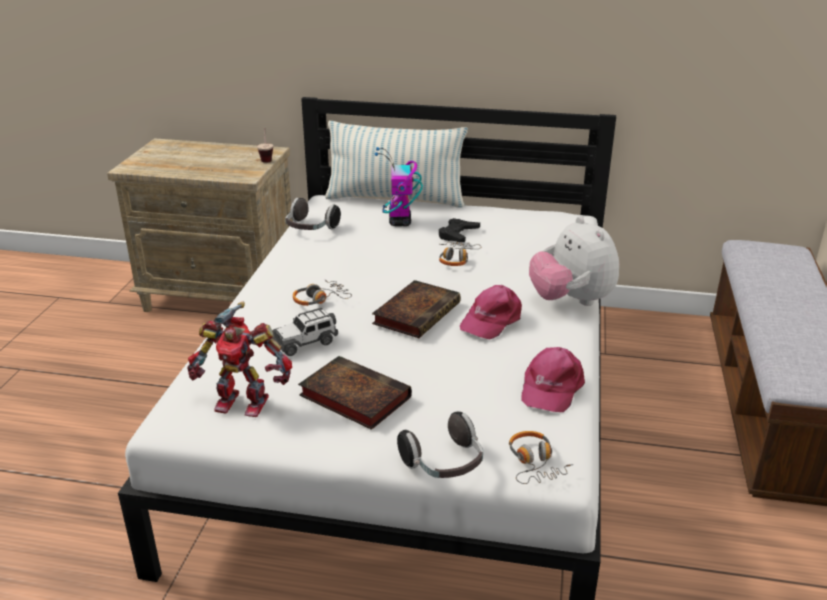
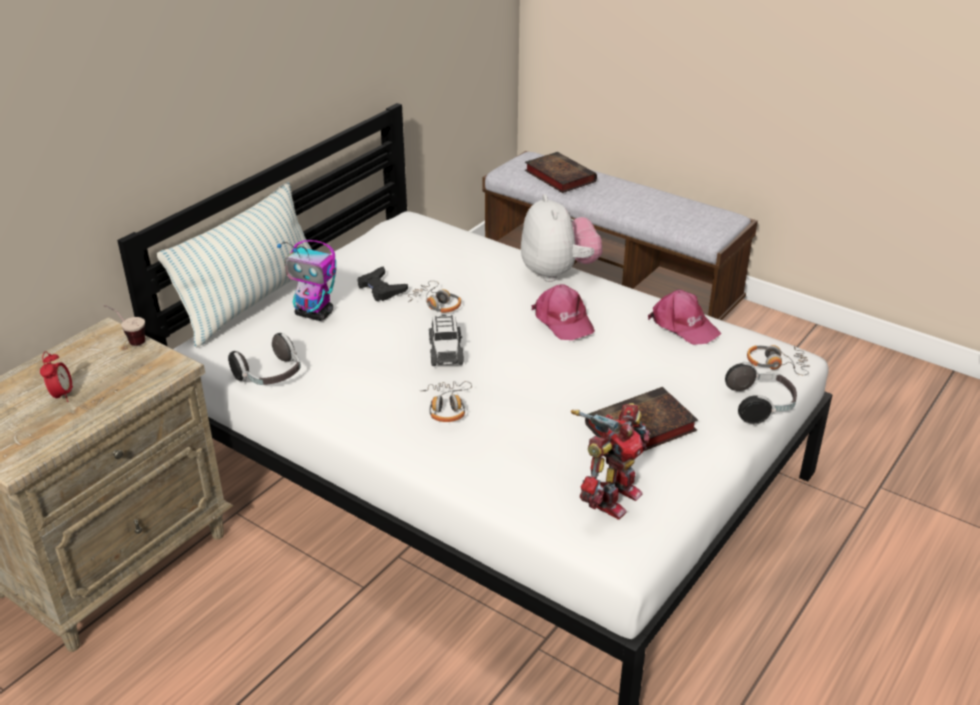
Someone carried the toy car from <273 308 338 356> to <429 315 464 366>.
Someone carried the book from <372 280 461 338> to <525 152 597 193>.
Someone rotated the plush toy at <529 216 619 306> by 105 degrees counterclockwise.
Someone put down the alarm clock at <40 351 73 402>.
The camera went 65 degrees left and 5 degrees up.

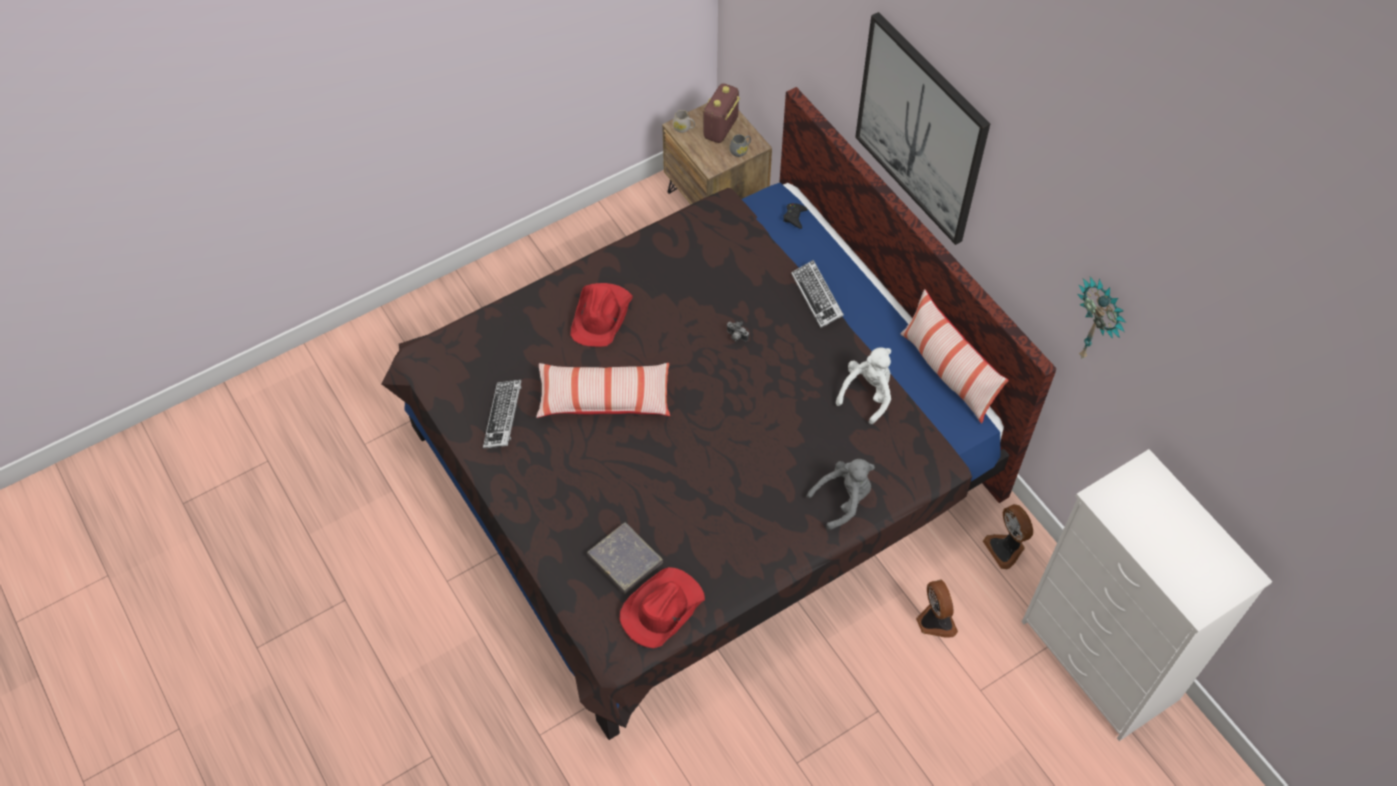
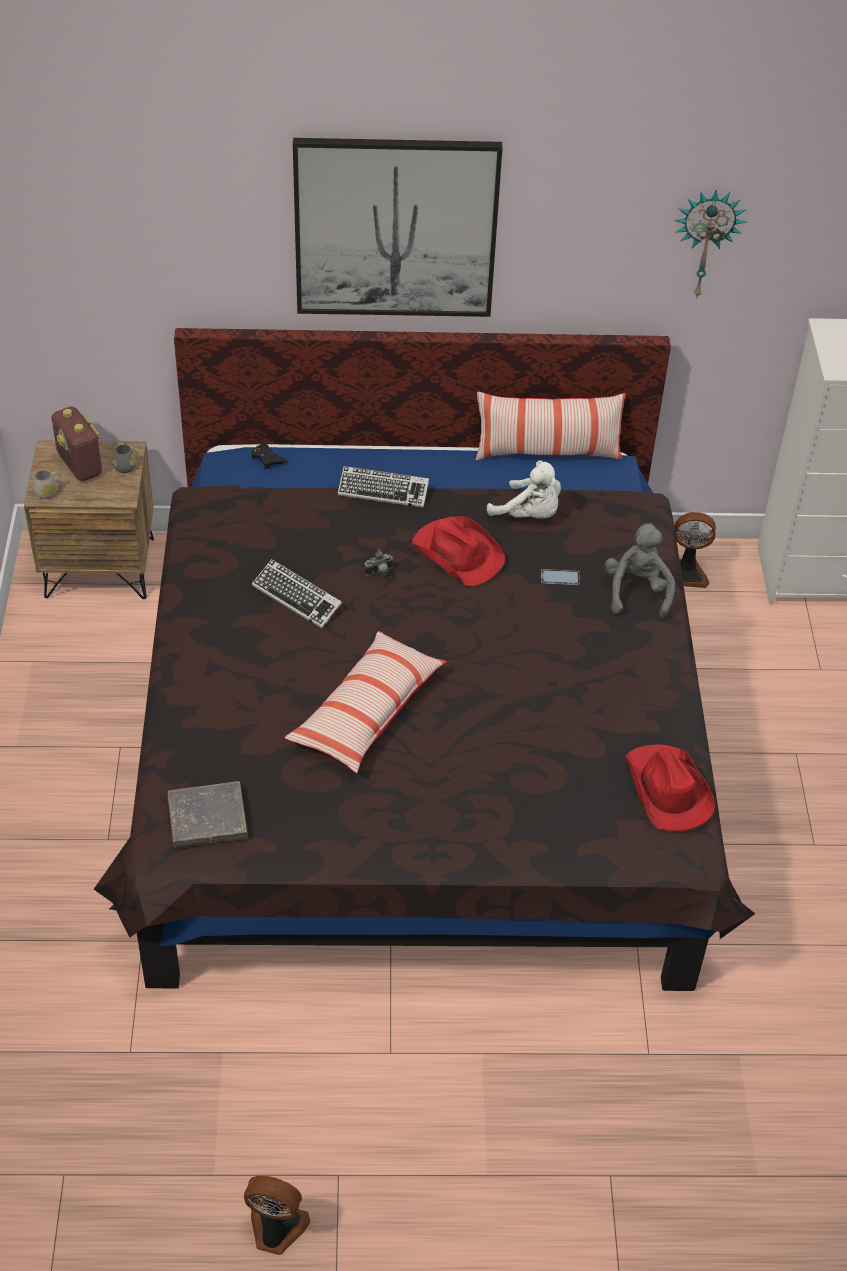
Someone carried the keyboard from <483 380 522 449> to <252 559 342 629>.
Someone carried the red hat from <570 283 633 347> to <412 516 505 587>.
Someone carried the grey book from <587 522 663 594> to <168 781 248 848>.
Someone rotated the white plush toy at <836 347 891 424> by 150 degrees clockwise.
Someone carried the fan from <916 579 958 637> to <244 1176 310 1255>.
Someone put down the phone at <541 569 580 585>.
The camera went 60 degrees left and 10 degrees down.

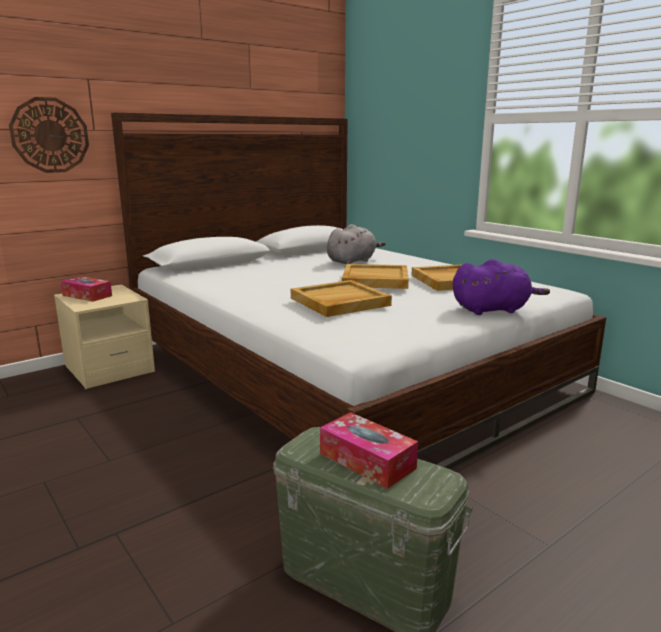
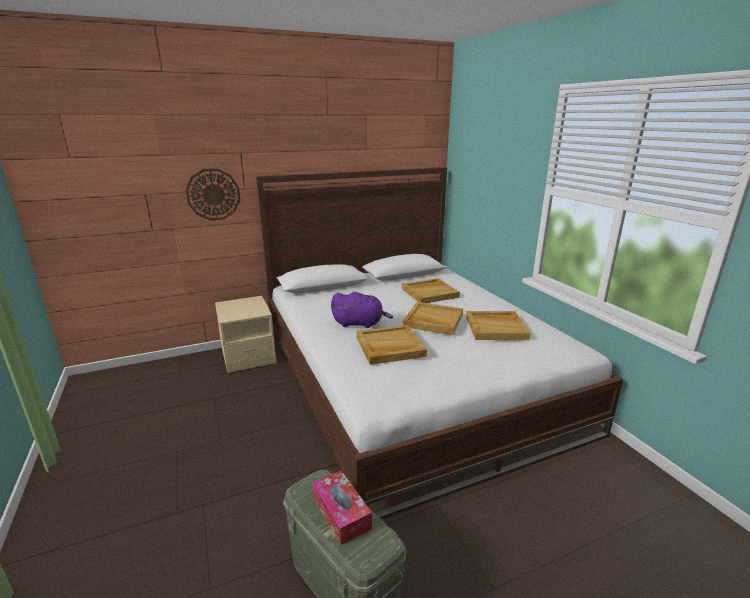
Someone took away the tissue box at <61 276 112 302>.
Someone swapped the grey plush toy at <327 224 385 265> for the beige tray at <402 278 460 303>.
Someone carried the purple plush toy from <453 259 550 315> to <331 292 393 328>.
The camera went 15 degrees right and 5 degrees up.

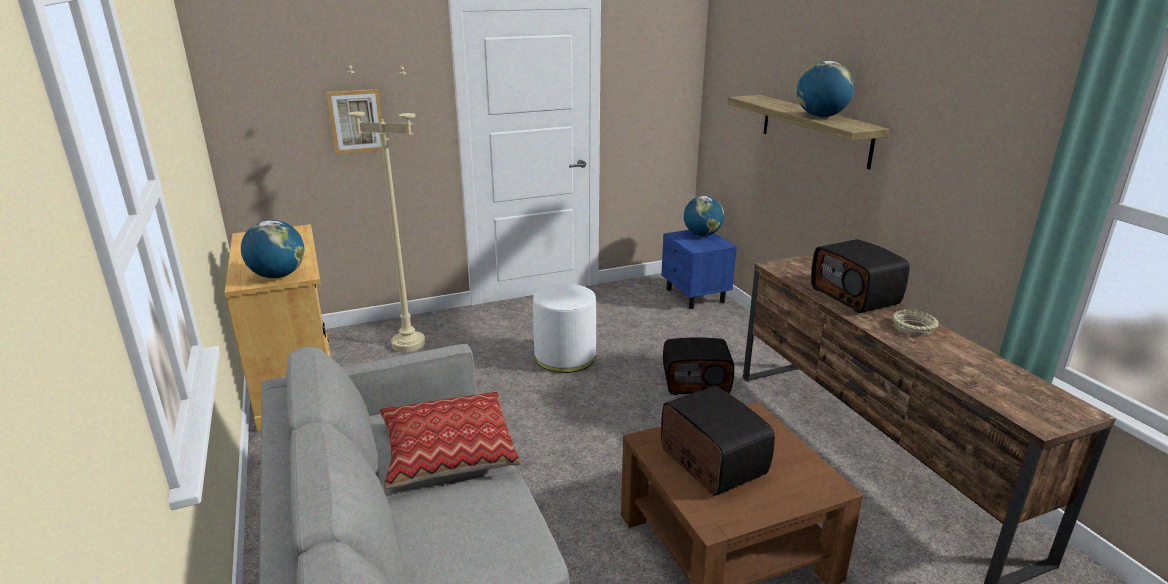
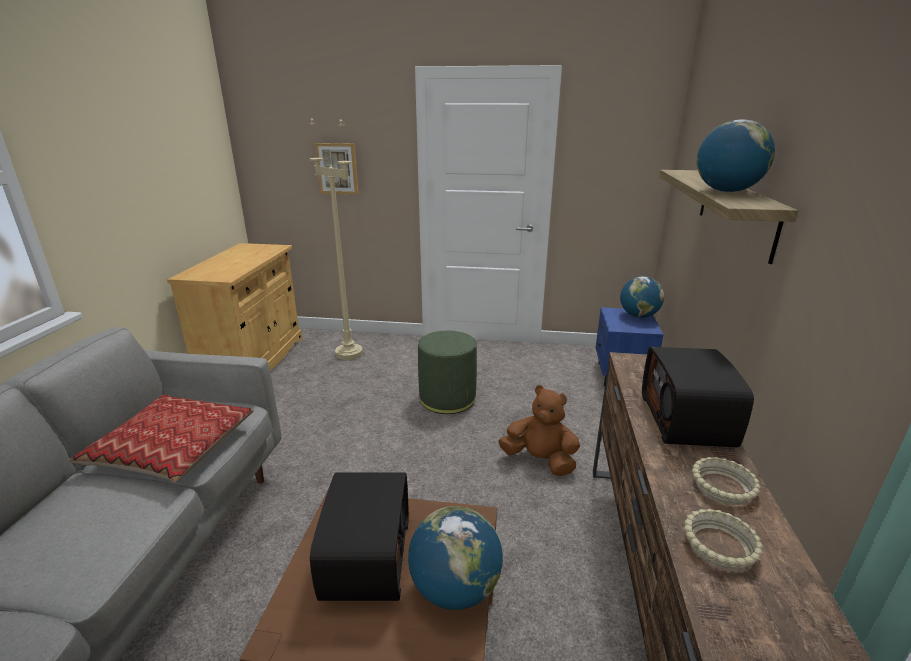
Someone carried the globe from <241 220 304 278> to <408 506 503 610>.
Someone repainted the white ottoman at <533 284 596 373>, which became the green ottoman at <418 331 477 414>.
Someone swapped the radio at <663 337 734 395> for the brown plush toy at <498 385 580 476>.
Someone put down the beige bowl at <684 509 763 570>.
The camera went 30 degrees right and 0 degrees up.

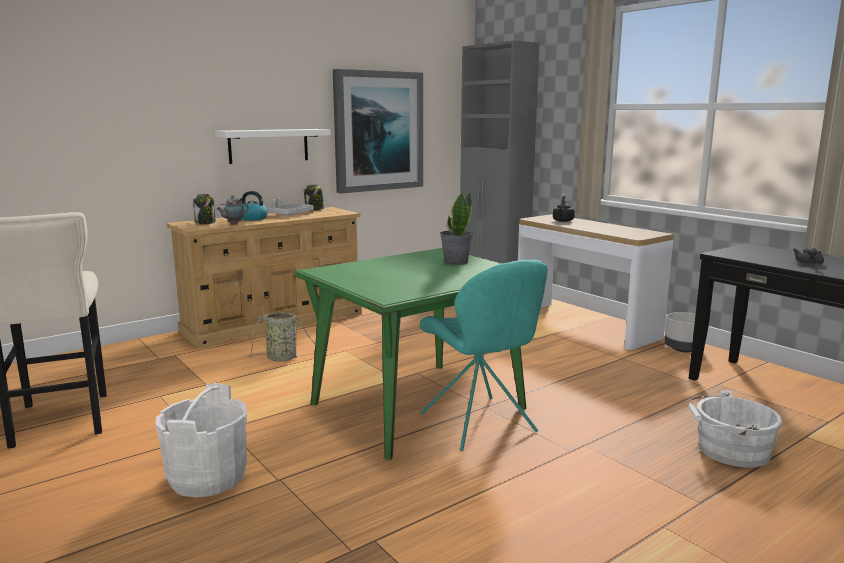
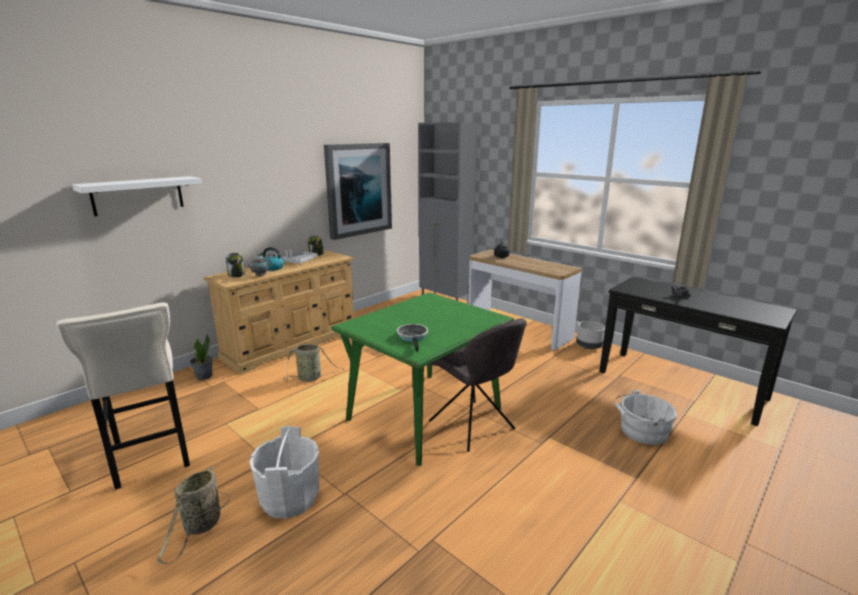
Someone carried the white shelf from <215 129 331 164> to <72 176 202 216>.
Someone repainted the turquoise chair at <420 260 548 451>, which became the grey chair at <429 318 527 452>.
Someone carried the potted plant from <440 192 473 265> to <190 334 213 380>.
Someone put down the basket at <157 465 230 564>.
Someone put down the frying pan at <397 324 428 352>.
The camera went 10 degrees left and 5 degrees up.

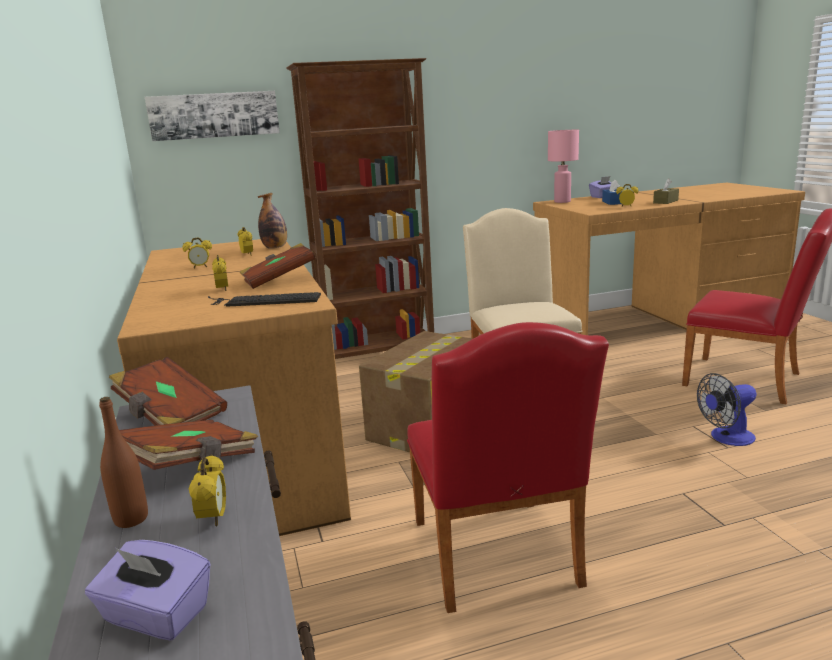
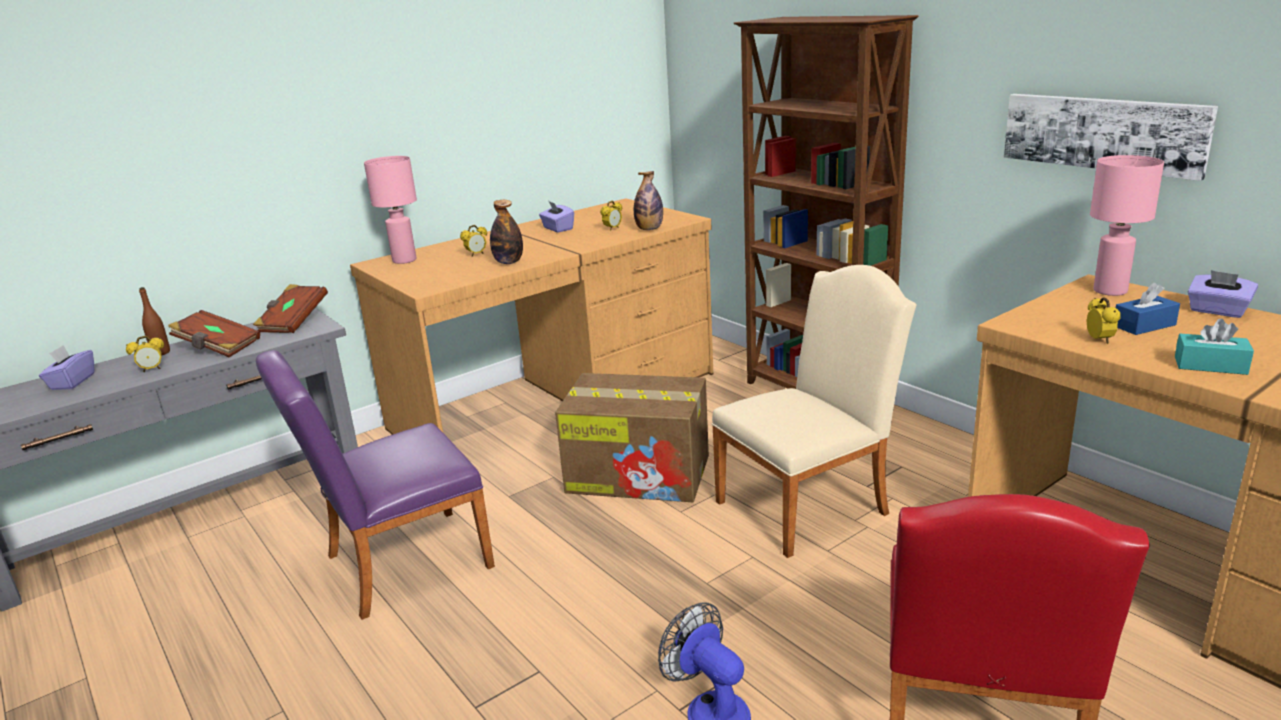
Someone carried the picture from <145 91 280 141> to <1004 94 1218 181>.
Someone swapped the alarm clock at <182 237 212 268> for the purple tissue box at <539 201 574 233>.
Someone took away the keyboard at <208 292 321 307>.
Someone swapped the brown book at <240 243 316 289> for the bottle at <490 200 523 264>.
Someone repainted the red chair at <407 322 609 613>, which became the purple chair at <256 350 495 620>.
Someone repainted the brown tissue box at <653 178 679 204>, which became the turquoise tissue box at <1175 319 1254 375>.
Someone put down the pink table lamp at <364 156 417 264>.
The camera went 70 degrees right and 5 degrees up.

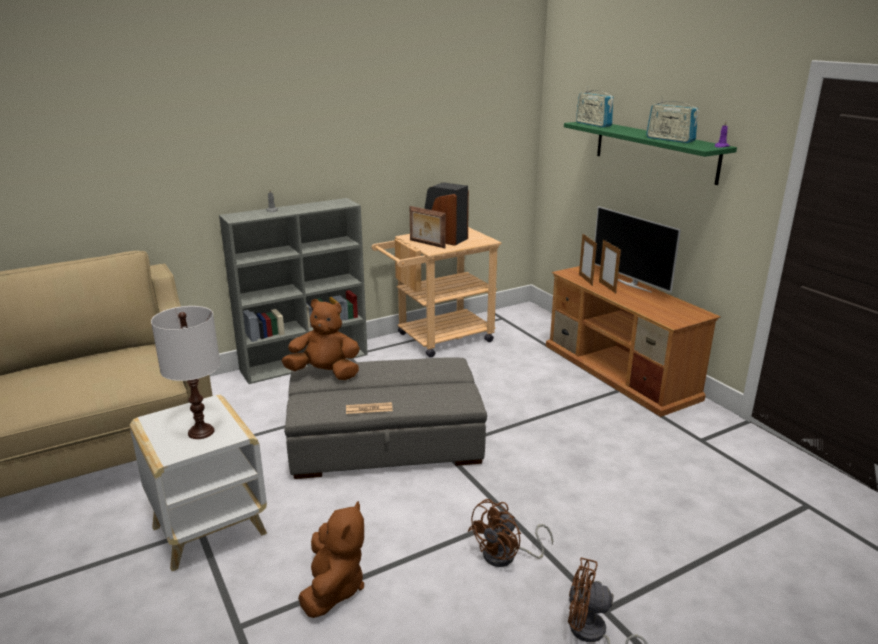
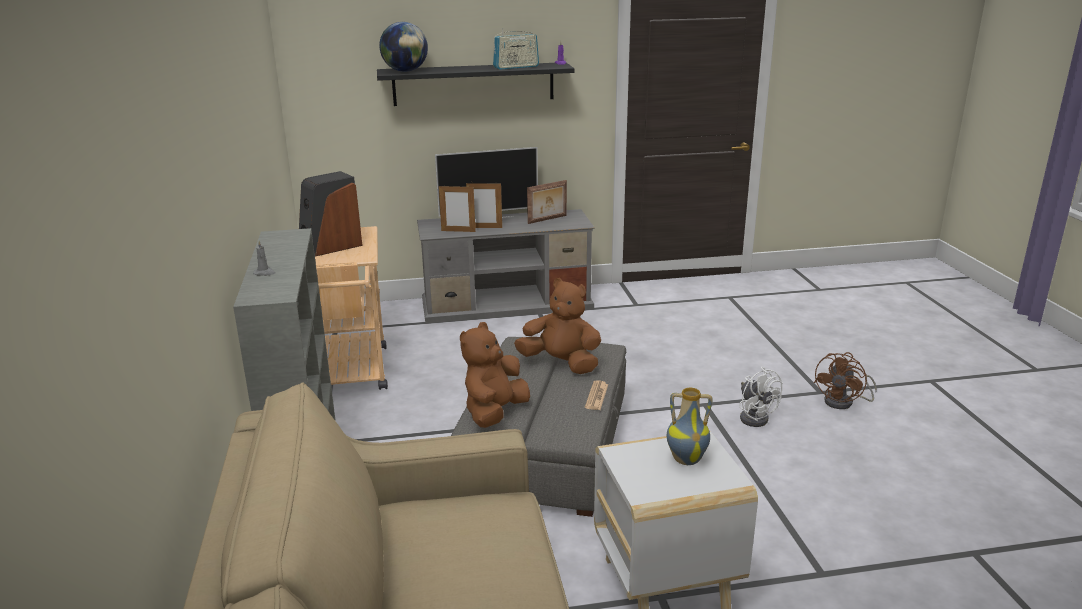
Someone swapped the white table lamp at <151 306 220 439> for the vase at <667 388 712 465>.
Someone carried the brown plush toy from <298 501 364 618> to <514 278 601 374>.
Someone carried the picture frame from <410 206 446 248> to <527 180 567 224>.
Someone repainted the brown fan at <468 499 553 567>, which became the white fan at <739 367 783 427>.
Someone repainted the brown tv stand at <546 265 720 417>, which became the grey tv stand at <417 209 595 324>.
Someone repainted the green shelf at <564 122 737 185>, which became the black shelf at <377 63 575 106>.
Someone swapped the radio at <576 86 614 127> for the globe at <379 22 428 72>.
The camera went 70 degrees left and 0 degrees up.

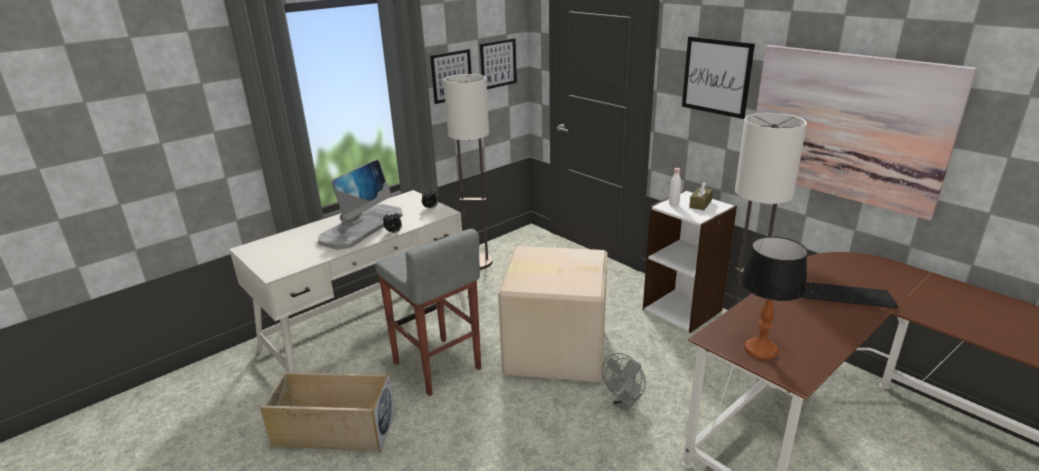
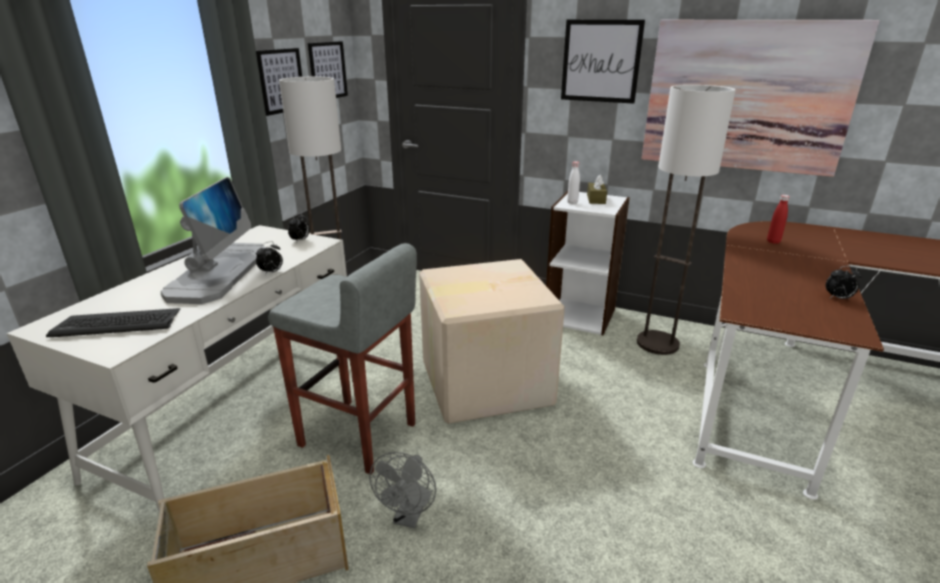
Someone carried the grey fan from <602 353 646 411> to <369 452 436 528>.
Someone took away the table lamp at <740 237 807 359>.
Someone carried the keyboard from <803 282 898 308> to <46 308 180 337>.
Someone put down the red bottle at <767 195 790 244>.
Someone put down the alarm clock at <826 266 862 300>.
The camera went 25 degrees left and 0 degrees up.

